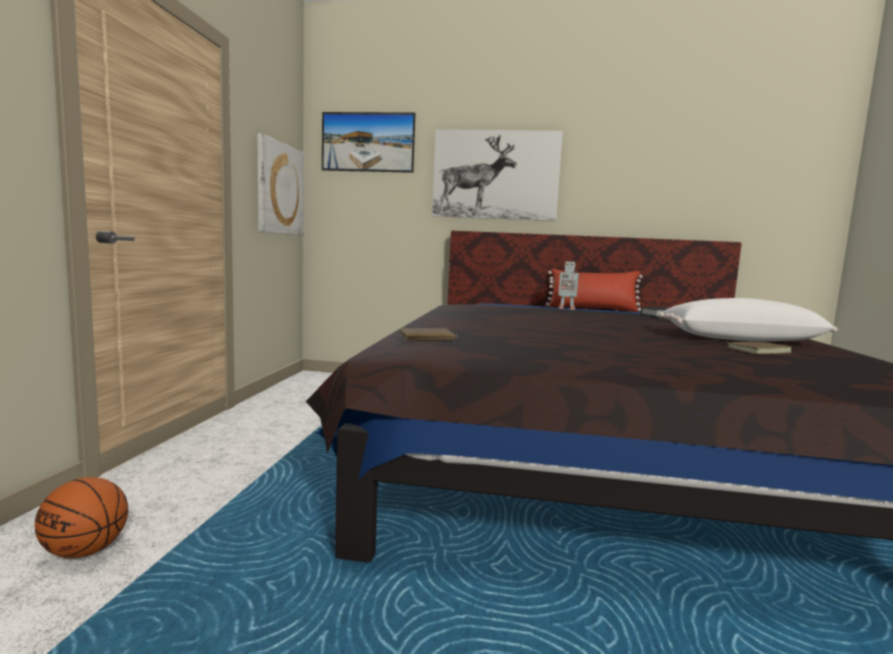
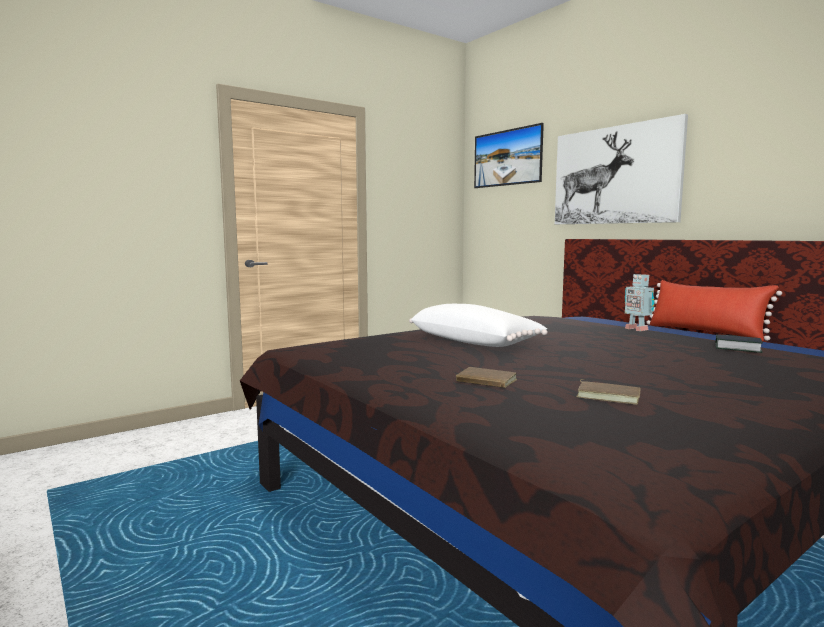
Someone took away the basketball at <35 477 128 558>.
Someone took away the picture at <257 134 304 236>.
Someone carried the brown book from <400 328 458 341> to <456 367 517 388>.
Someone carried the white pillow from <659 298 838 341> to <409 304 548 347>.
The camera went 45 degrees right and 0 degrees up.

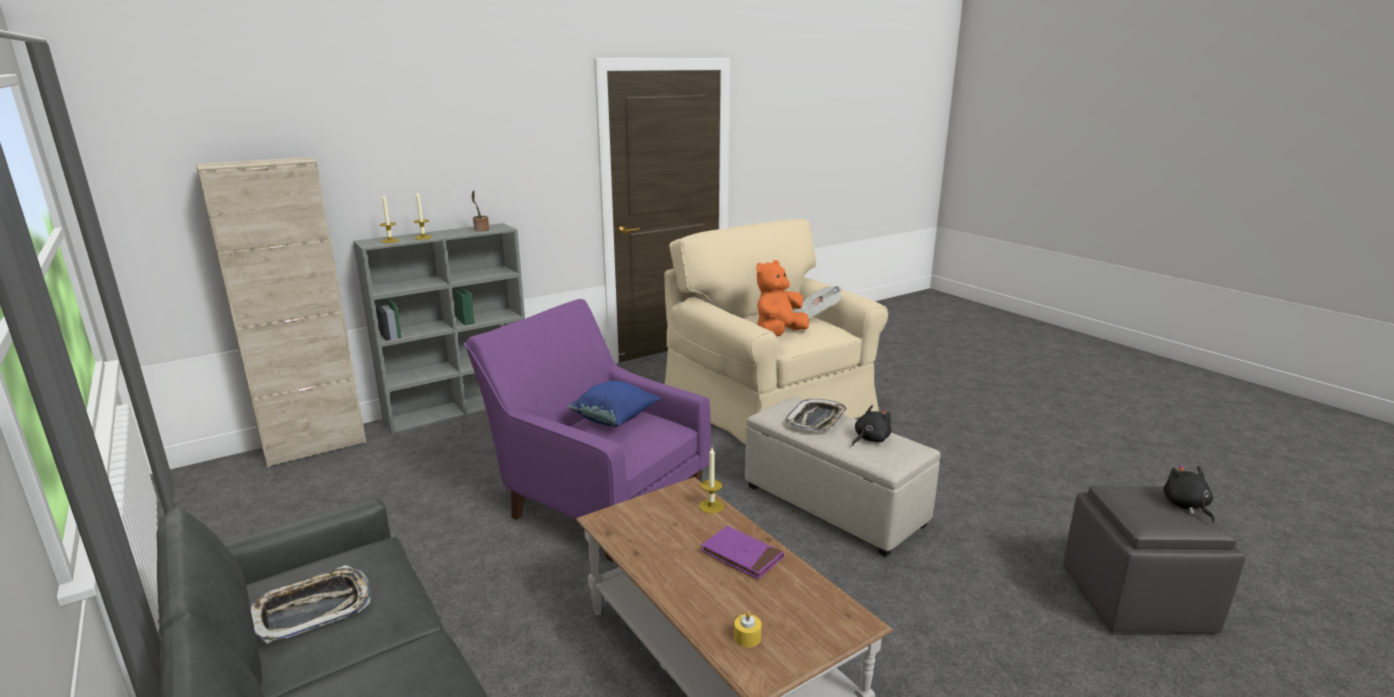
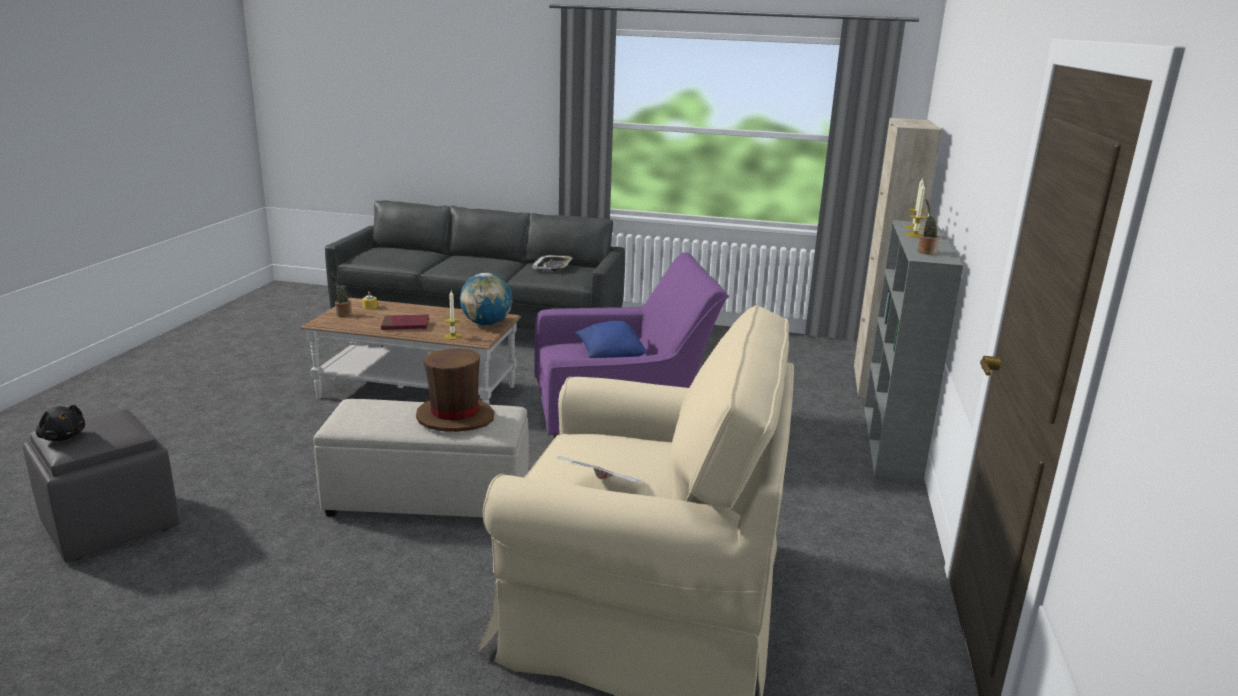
Someone repainted the purple book at <701 526 784 580>, which became the red book at <381 314 429 330>.
Someone took away the orange plush toy at <756 260 809 336>.
Someone swapped the tray at <786 399 847 430> for the brown hat at <416 349 494 432>.
Someone took away the black plush toy at <852 405 891 446>.
Someone put down the potted plant at <330 274 352 317>.
Someone put down the globe at <460 273 512 325>.
The camera went 135 degrees right and 0 degrees up.

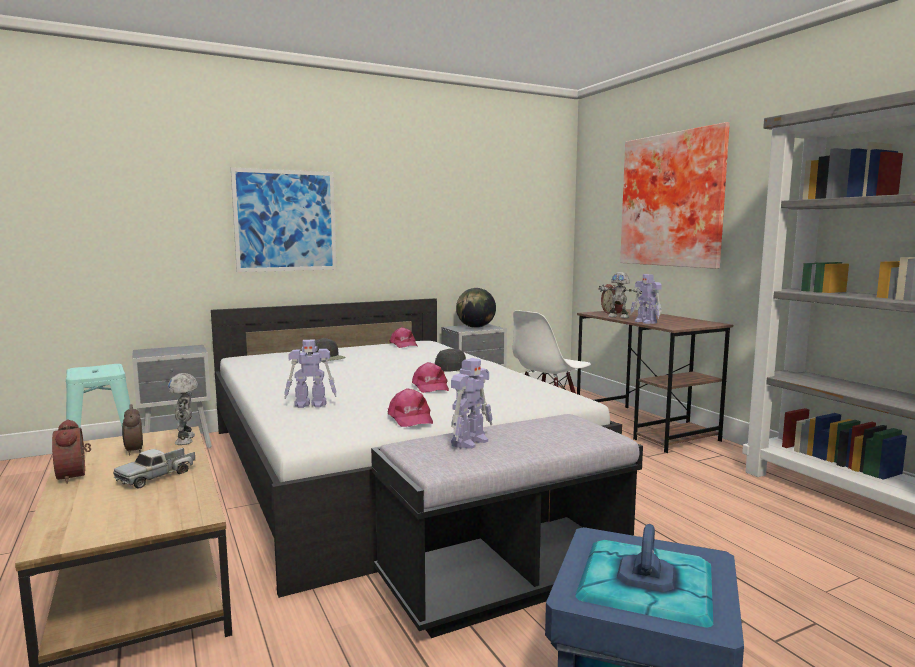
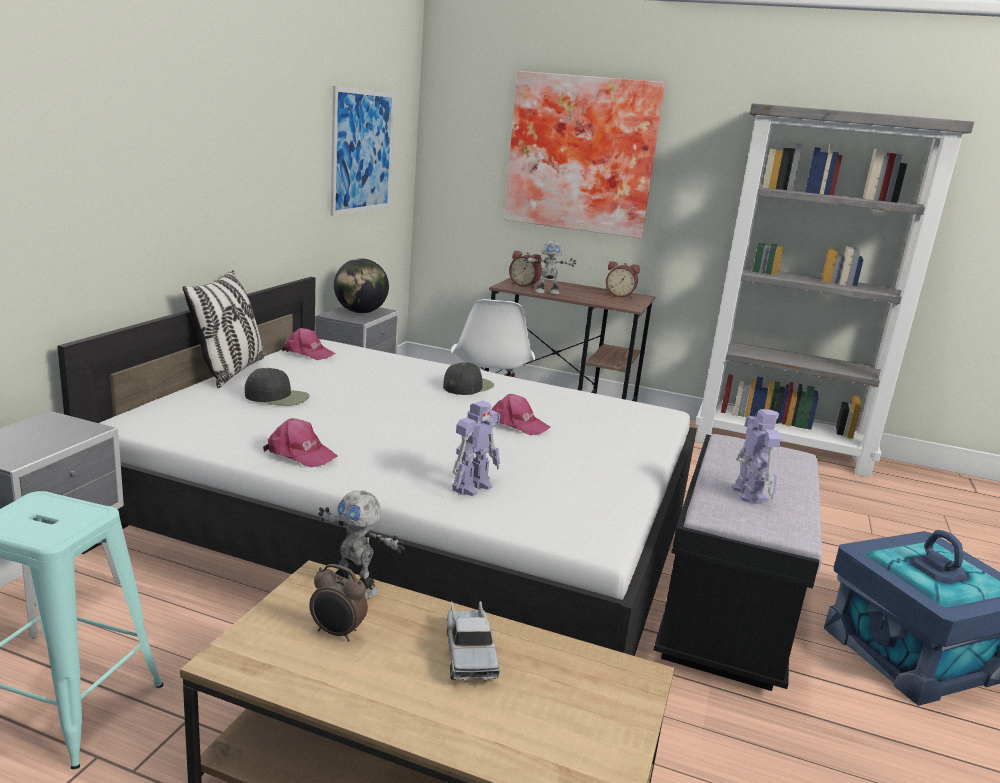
Someone carried the alarm clock from <52 419 91 484> to <606 261 640 298>.
Someone carried the picture from <231 167 336 272> to <331 86 394 216>.
Someone carried the pink cap from <388 388 433 427> to <263 418 338 467>.
Someone took away the toy robot at <630 274 662 324>.
Someone put down the pillow at <183 270 264 388>.
The camera went 45 degrees left and 10 degrees up.

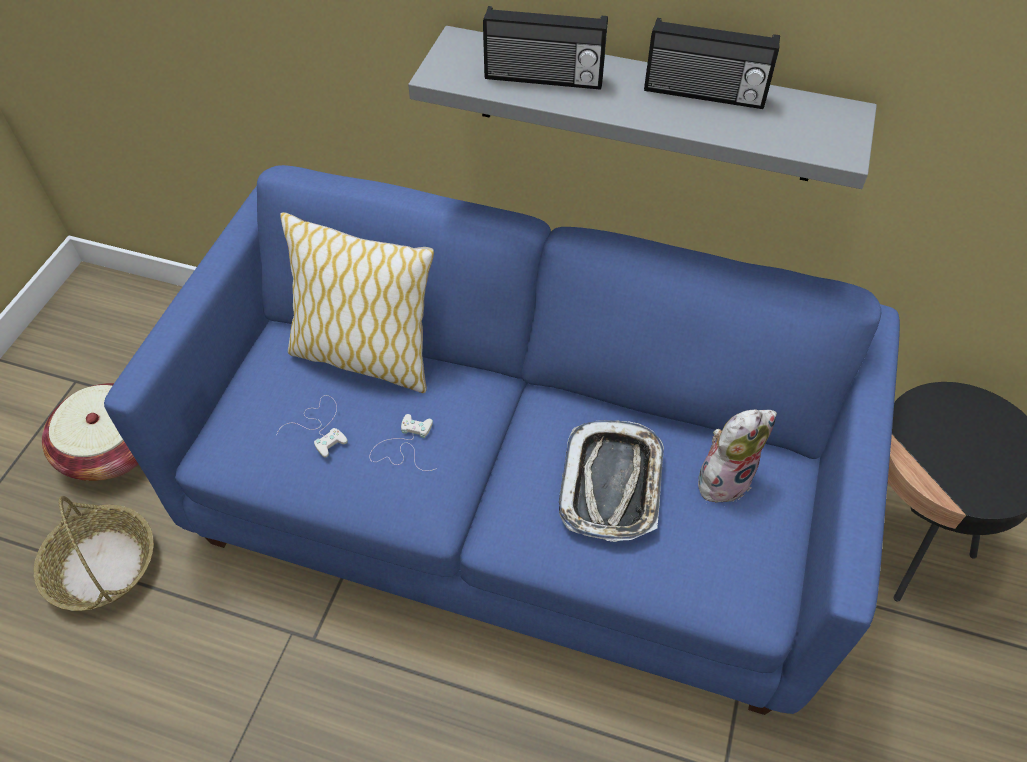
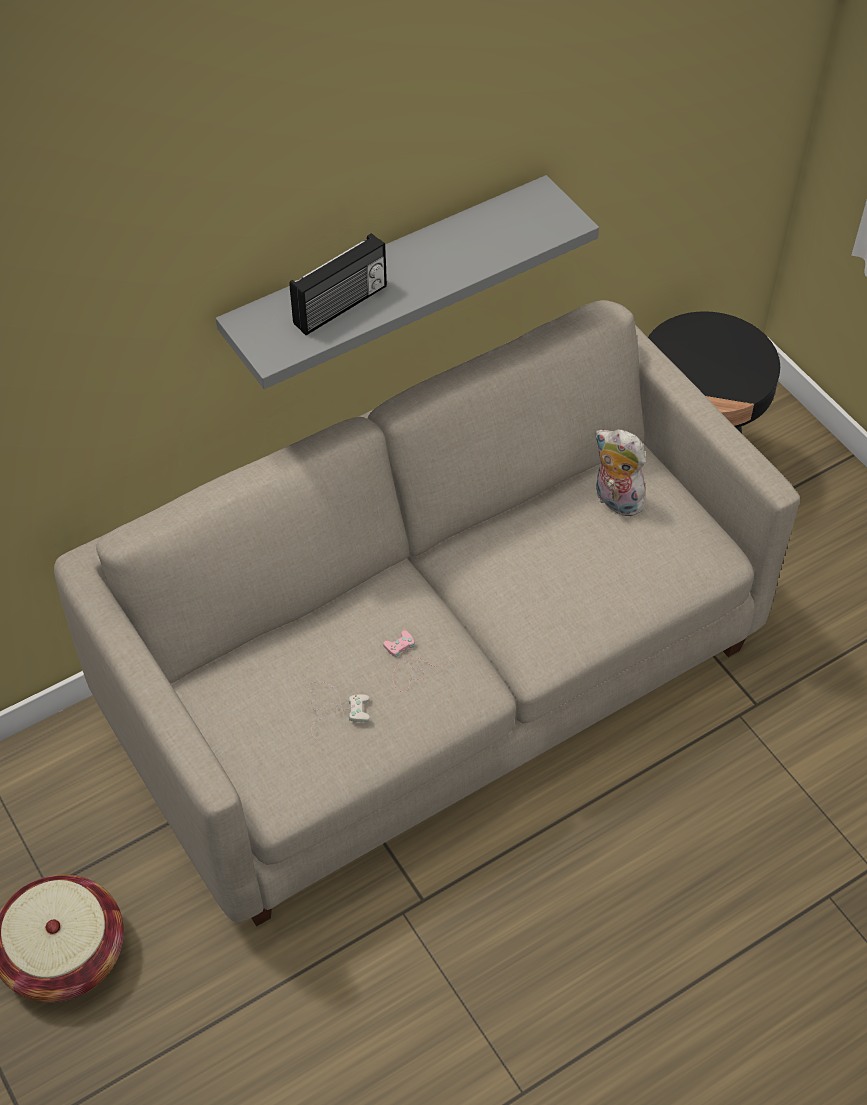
Someone took away the basket at <34 496 154 611>.
Someone repainted the blue sofa at <104 165 900 715>, which became the beige sofa at <54 300 800 926>.
Someone took away the pillow at <280 212 434 393>.
Someone repainted the white game controller at <369 414 437 471>, which became the pink game controller at <383 630 451 692>.
Someone took away the tray at <559 420 664 542>.
Someone took away the radio at <644 18 780 109>.
Someone rotated the plush toy at <698 409 777 504> by 60 degrees counterclockwise.
The camera went 50 degrees left and 0 degrees up.

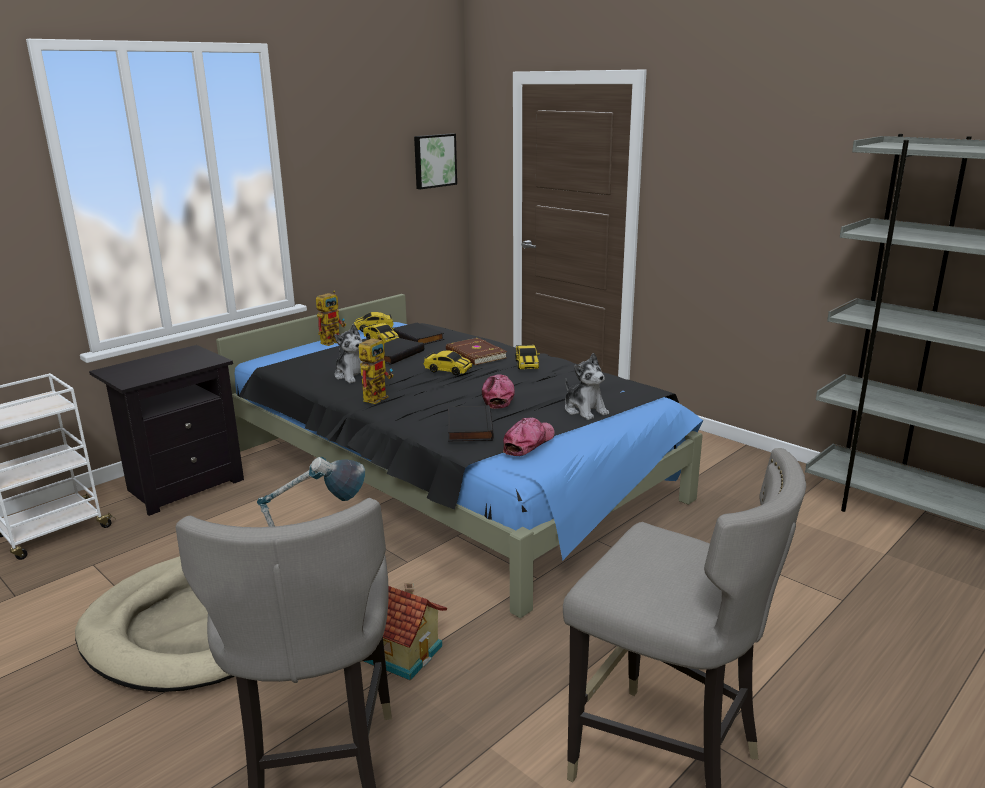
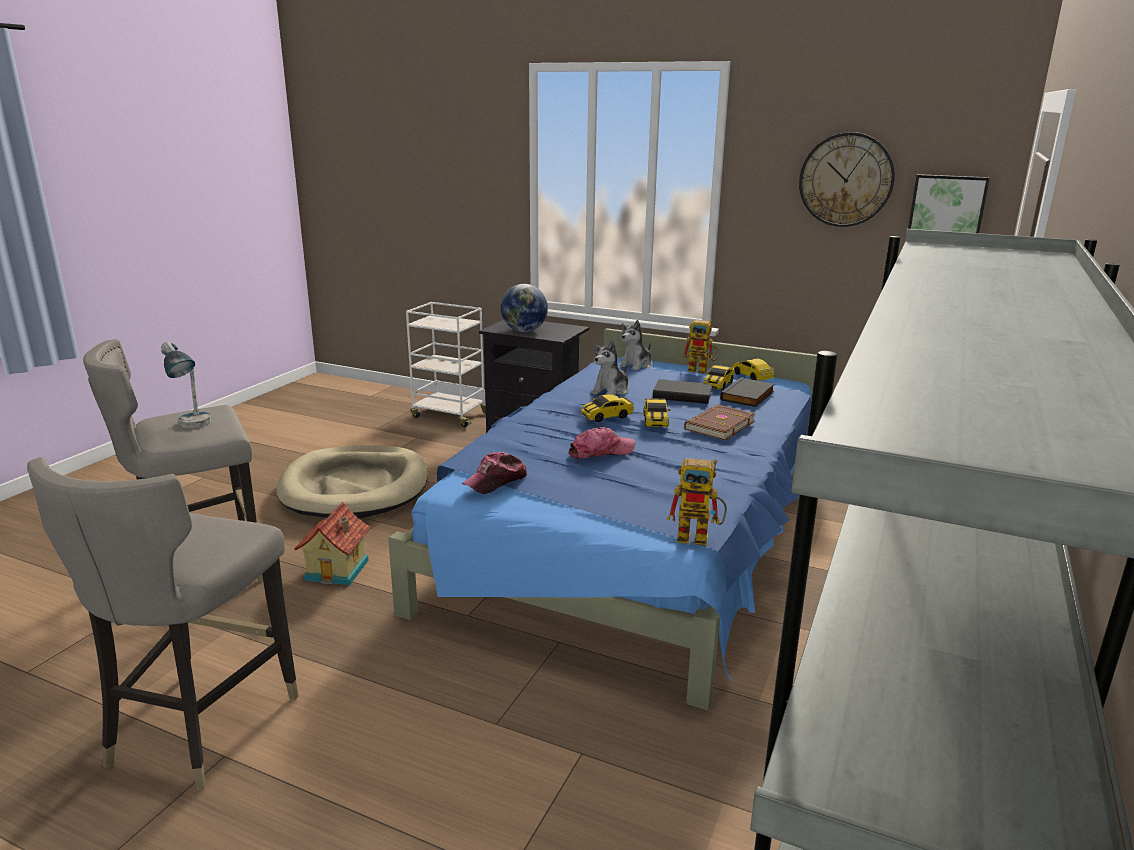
Someone repainted the black bed at <216 294 703 619>, which became the blue bed at <388 328 817 710>.
Someone carried the toy robot from <359 335 393 404> to <667 458 727 545>.
Someone took away the black book at <448 405 493 441>.
Someone rotated the cap at <503 418 554 456> by 120 degrees clockwise.
Someone carried the toy car from <515 345 540 369> to <581 394 634 422>.
Someone carried the plush toy from <565 353 609 420> to <618 320 652 370>.
Someone put down the globe at <501 284 548 332>.
Someone put up the wall clock at <799 132 895 227>.
The camera went 70 degrees right and 0 degrees up.

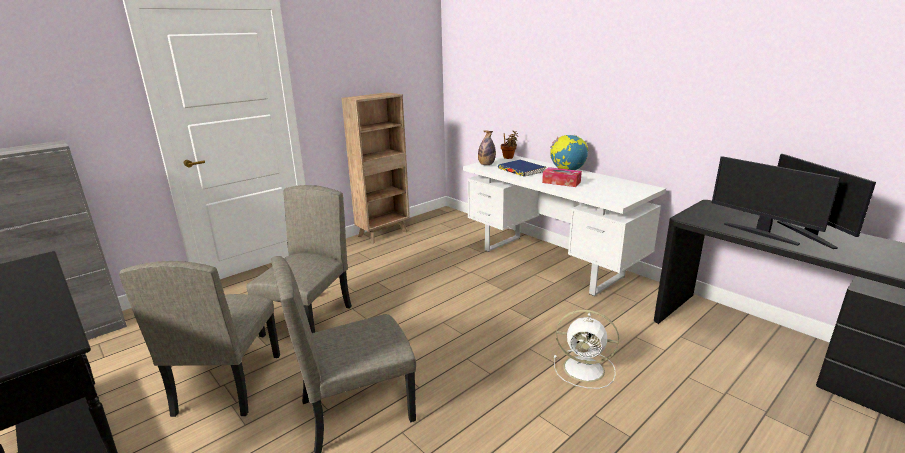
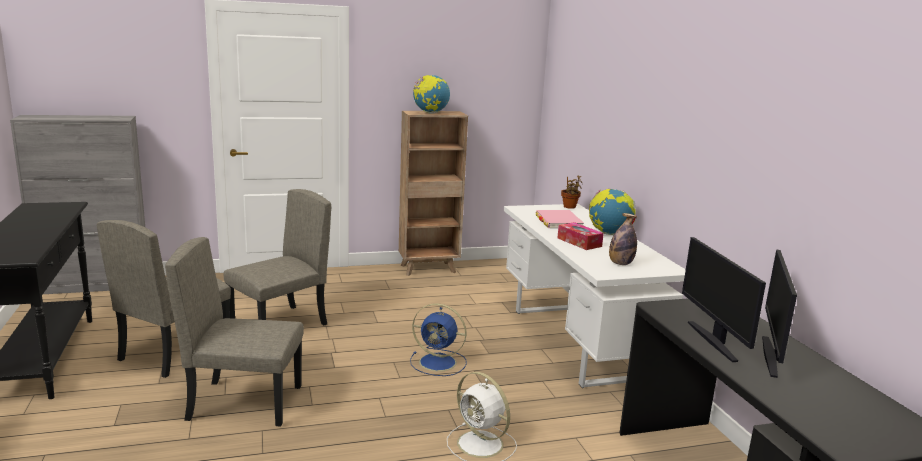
Someone carried the bottle from <478 131 496 165> to <609 213 637 265>.
Someone repainted the blue book at <498 160 546 177>, which became the pink book at <535 210 583 228>.
Someone put down the blue fan at <410 303 467 376>.
Someone put down the globe at <413 75 450 114>.
The camera went 25 degrees right and 5 degrees down.

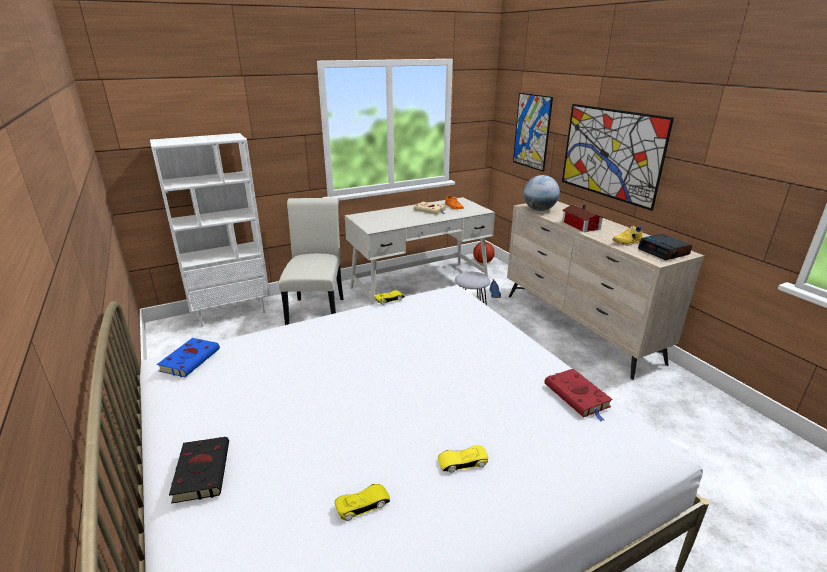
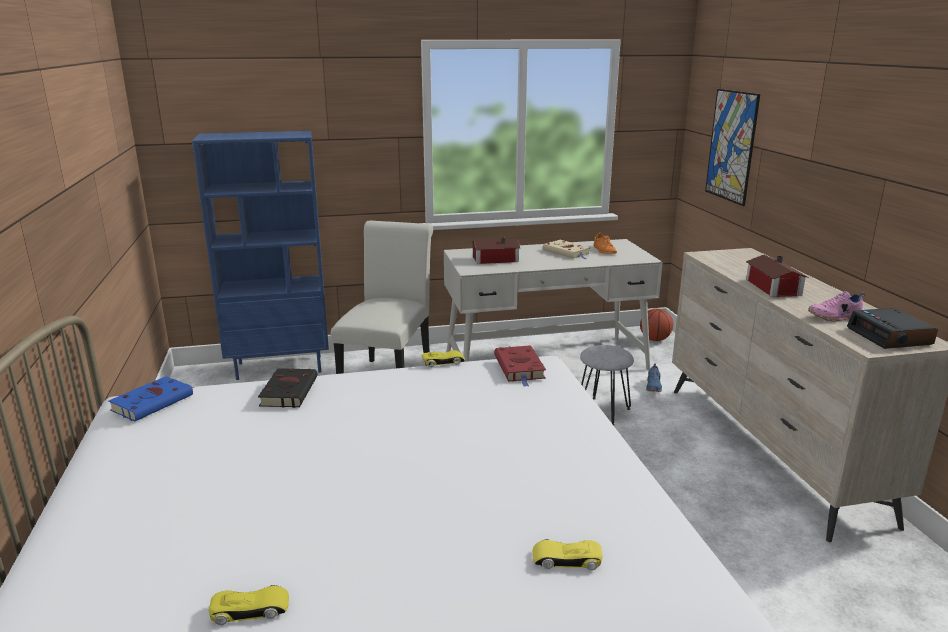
Someone repainted the white bookcase at <150 133 270 327>, which became the blue bookcase at <192 131 329 380>.
Someone carried the black book from <169 437 229 504> to <258 368 318 408>.
Someone carried the yellow toy car from <438 445 488 473> to <532 539 602 570>.
Someone took away the globe at <523 175 560 211>.
Someone carried the red book from <545 369 613 422> to <494 345 546 387>.
Someone took away the picture at <562 104 674 211>.
Someone repainted the yellow shoe at <613 225 644 246>, which became the pink shoe at <808 291 865 322>.
Someone put down the toy house at <471 238 520 264>.
The camera went 15 degrees right and 5 degrees down.

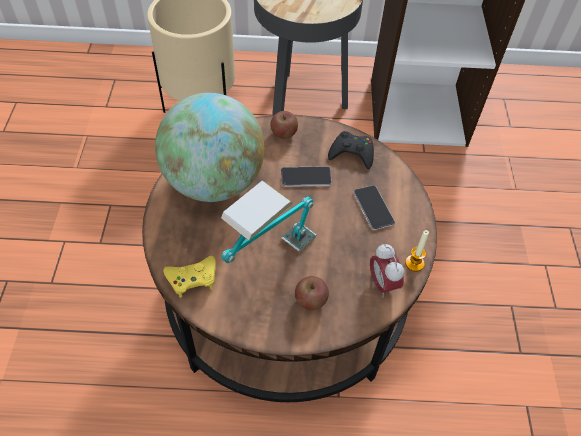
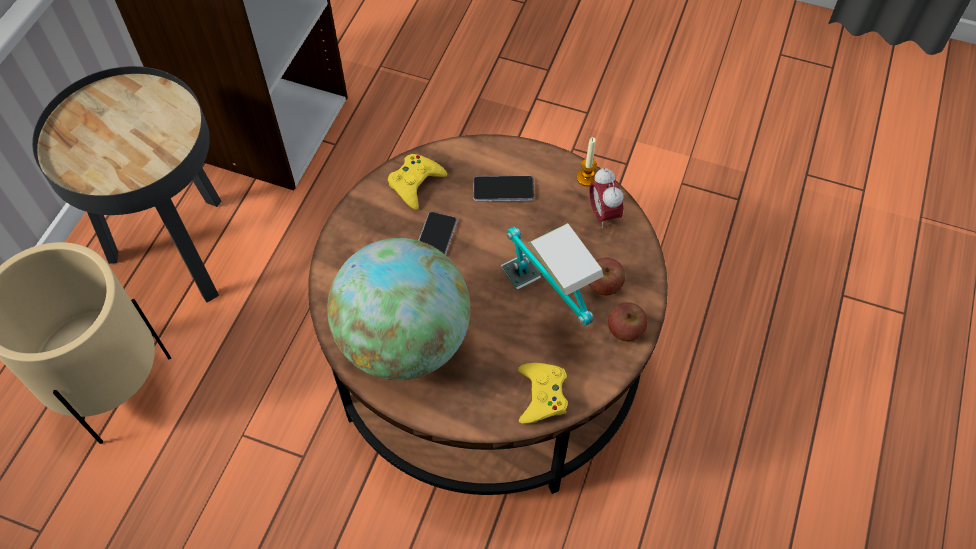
Someone carried the apple from <270 111 298 139> to <608 302 647 341>.
Someone repainted the black game controller at <328 131 374 169>, which became the yellow game controller at <388 154 447 210>.
Someone rotated the alarm clock at <370 244 404 298> by 75 degrees clockwise.
The camera went 70 degrees left and 5 degrees up.

